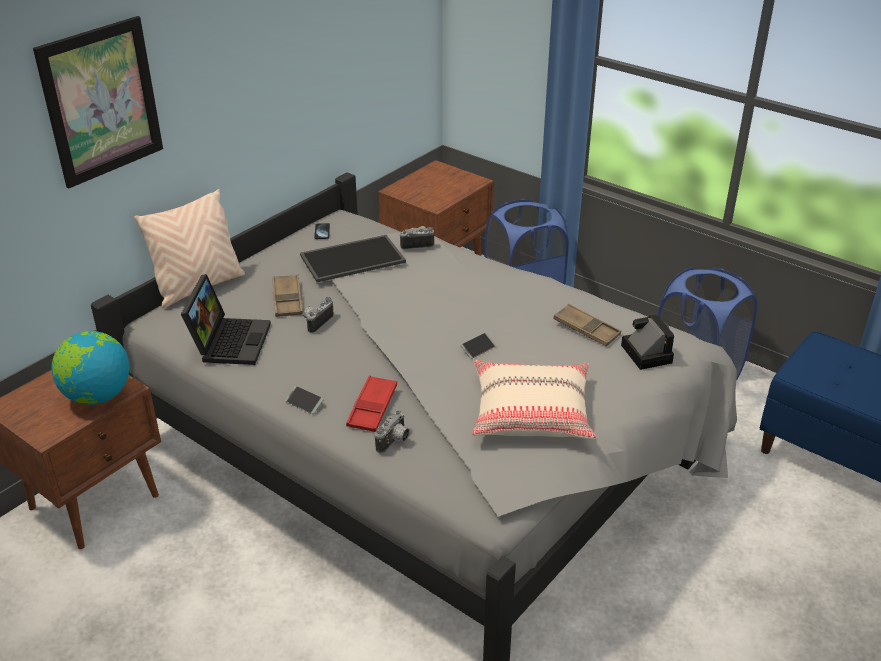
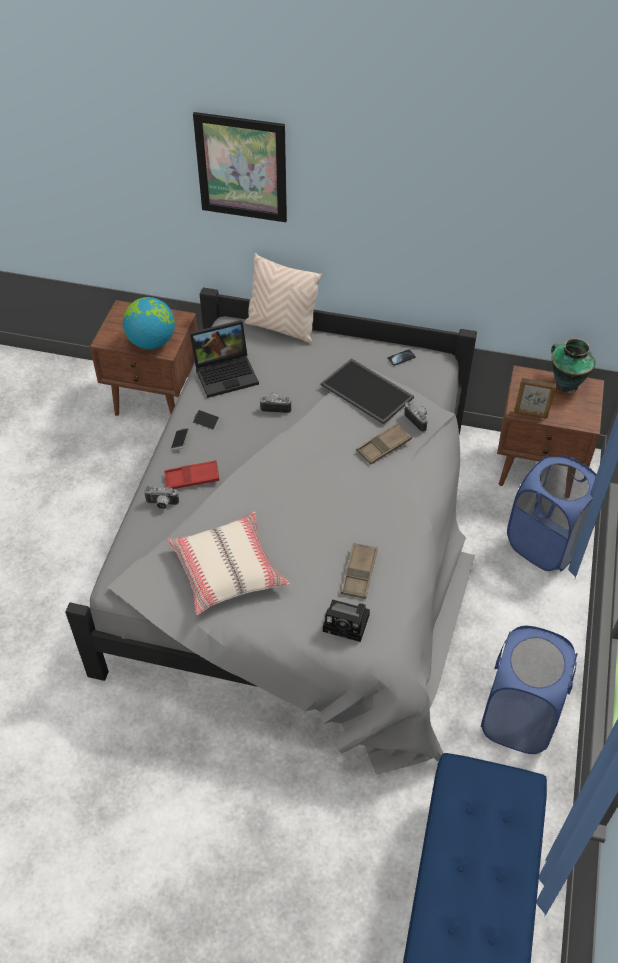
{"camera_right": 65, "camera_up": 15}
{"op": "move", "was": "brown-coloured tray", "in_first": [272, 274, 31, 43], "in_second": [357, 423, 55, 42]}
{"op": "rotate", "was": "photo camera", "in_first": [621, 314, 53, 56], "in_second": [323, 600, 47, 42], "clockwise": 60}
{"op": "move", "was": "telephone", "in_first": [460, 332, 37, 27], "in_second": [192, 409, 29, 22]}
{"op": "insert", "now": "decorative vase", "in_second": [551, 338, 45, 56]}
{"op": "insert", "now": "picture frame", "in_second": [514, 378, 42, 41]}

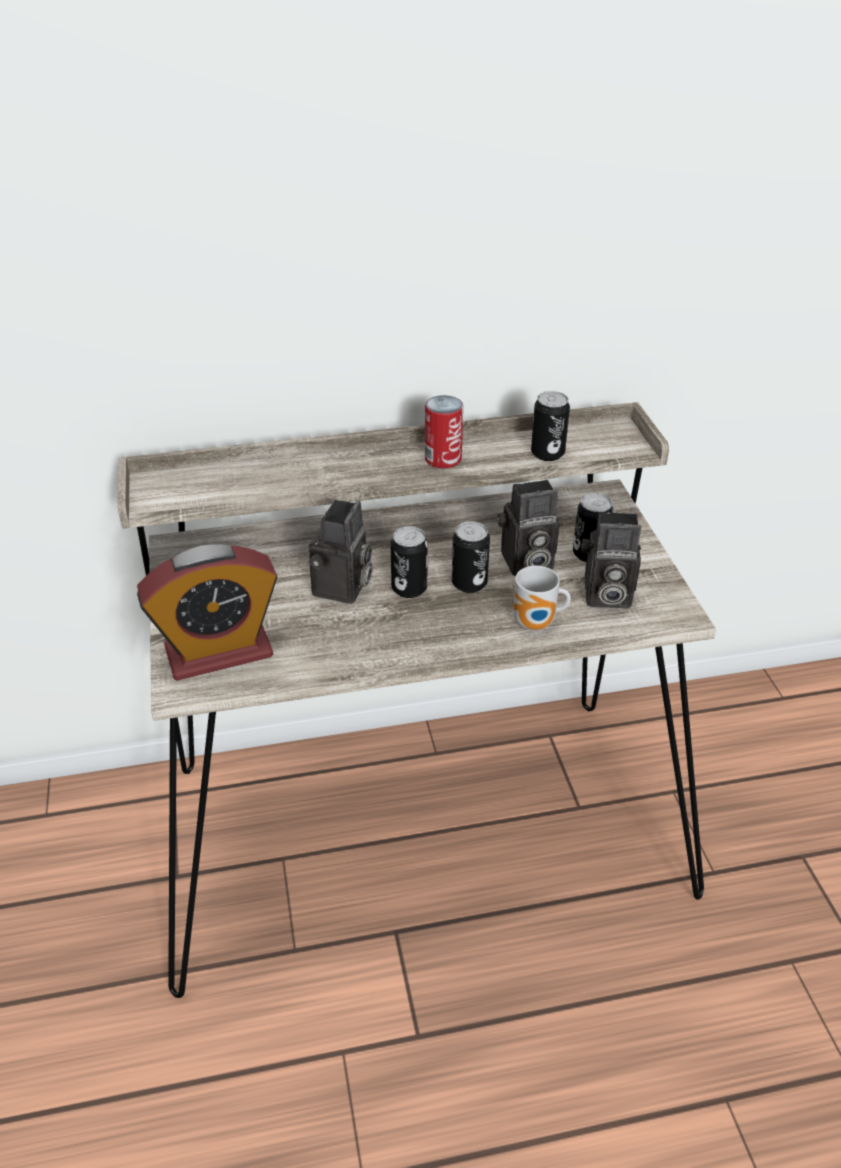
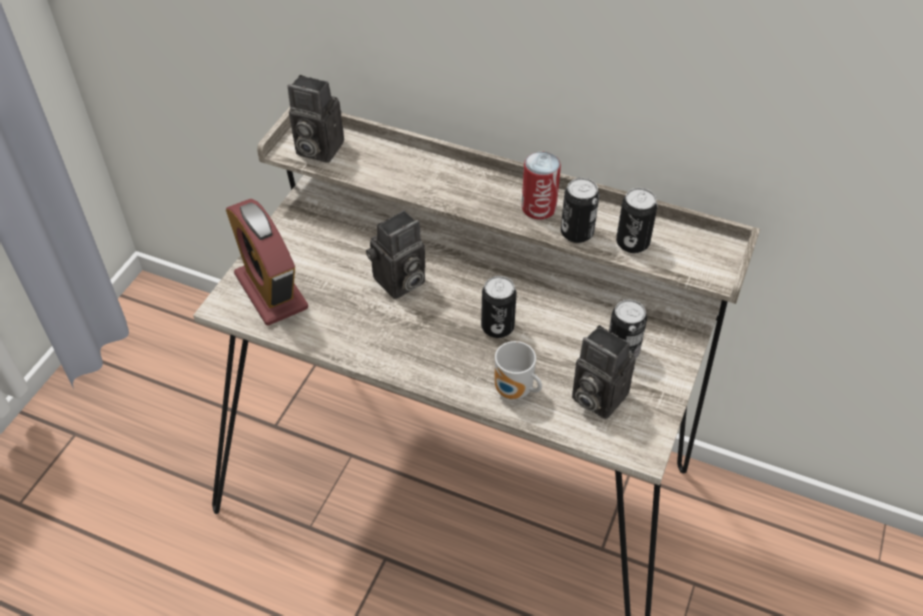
{"camera_right": 35, "camera_up": 10}
{"op": "move", "was": "photo camera", "in_first": [497, 479, 62, 97], "in_second": [288, 75, 56, 88]}
{"op": "move", "was": "can", "in_first": [391, 526, 37, 72], "in_second": [561, 178, 38, 65]}
{"op": "rotate", "was": "alarm clock", "in_first": [137, 544, 141, 137], "in_second": [226, 199, 82, 127], "clockwise": 45}

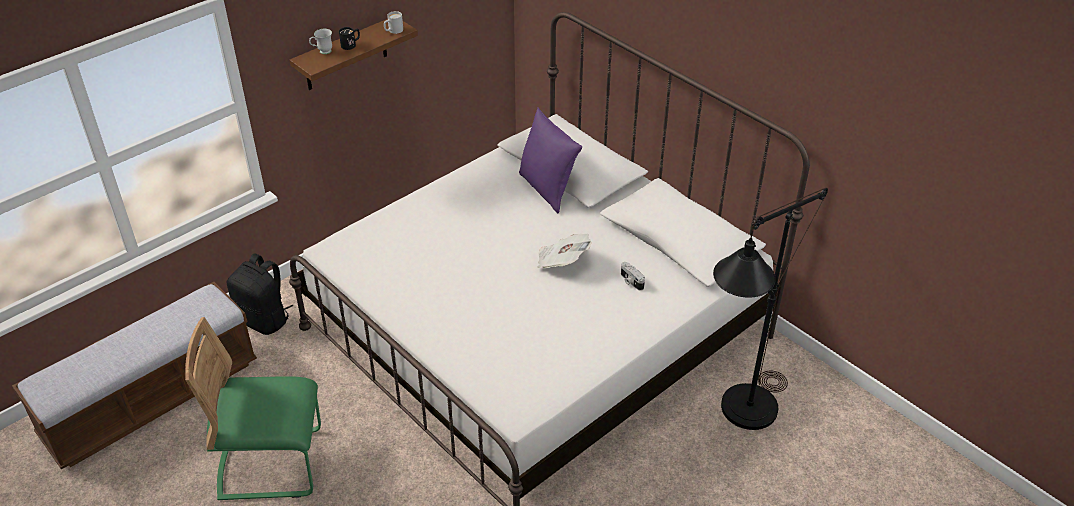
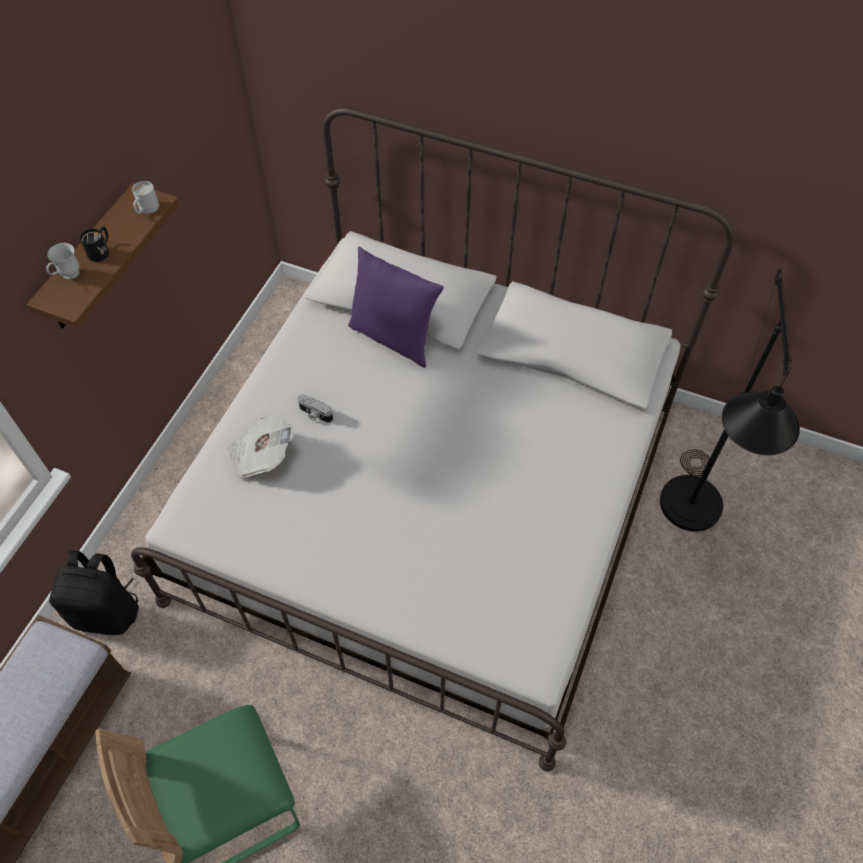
{"camera_right": -25, "camera_up": 15}
{"op": "move", "was": "daily paper", "in_first": [538, 234, 54, 34], "in_second": [228, 414, 66, 64]}
{"op": "move", "was": "photo camera", "in_first": [621, 262, 24, 29], "in_second": [298, 394, 35, 29]}

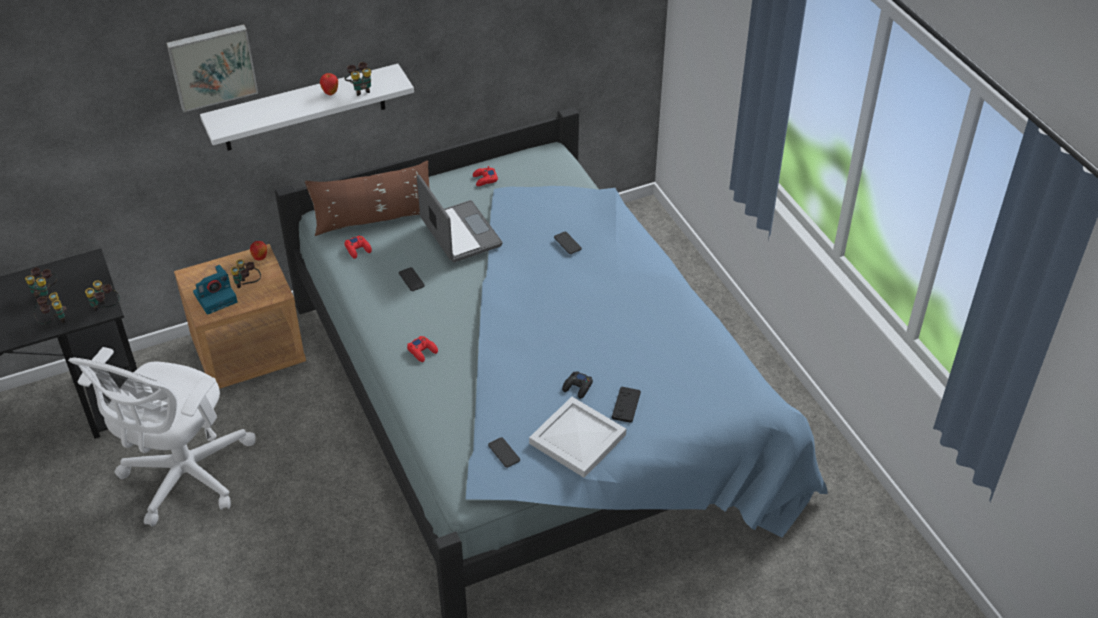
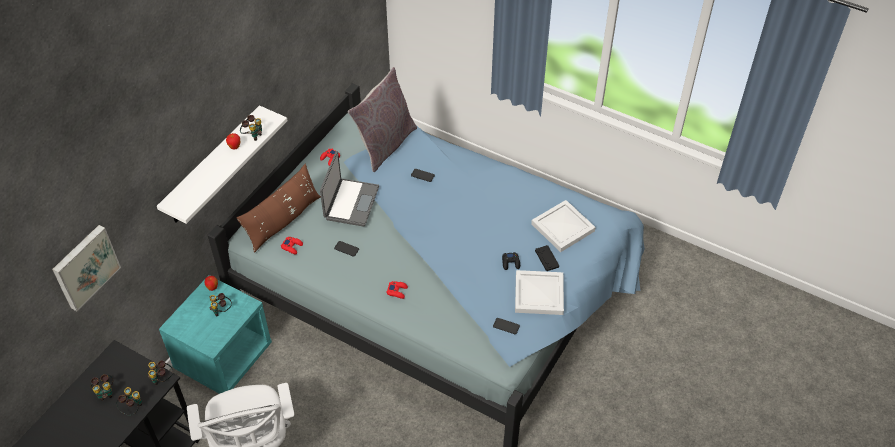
{"camera_right": -35, "camera_up": 5}
{"op": "move", "was": "picture", "in_first": [166, 24, 92, 88], "in_second": [52, 225, 69, 86]}
{"op": "rotate", "was": "notebook computer", "in_first": [417, 175, 85, 87], "in_second": [320, 151, 59, 76], "clockwise": 75}
{"op": "recolor", "was": "brown-coloured nightstand", "now": "turquoise-coloured nightstand", "in_first": [174, 244, 132, 145], "in_second": [159, 275, 113, 119]}
{"op": "delete", "was": "photo camera", "in_first": [193, 265, 44, 50]}
{"op": "insert", "now": "gray cushion", "in_second": [348, 67, 69, 105]}
{"op": "insert", "now": "white-coloured tray", "in_second": [531, 200, 65, 52]}

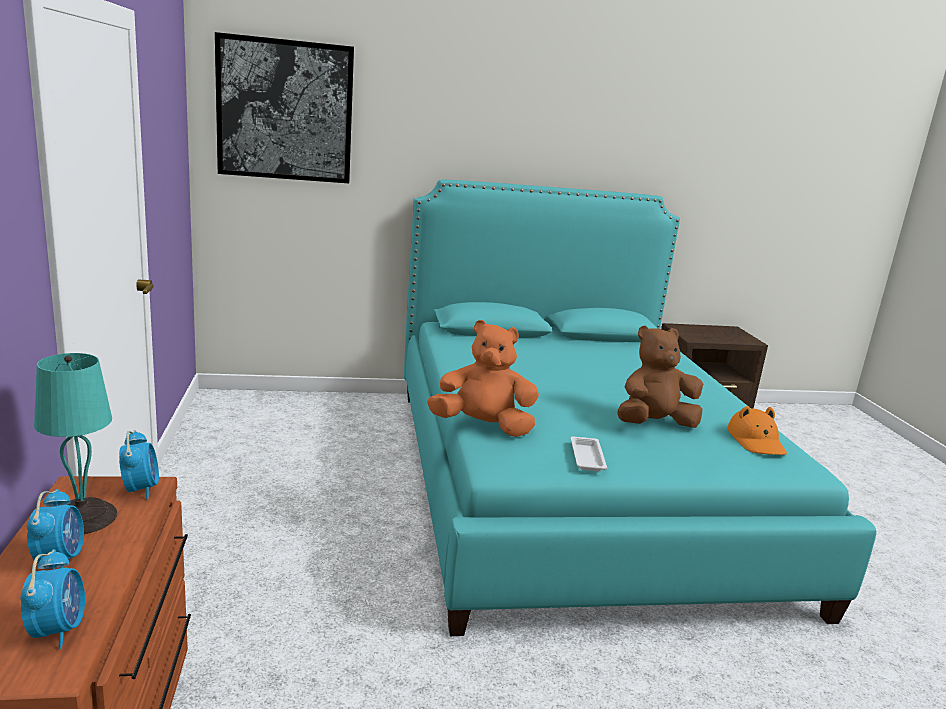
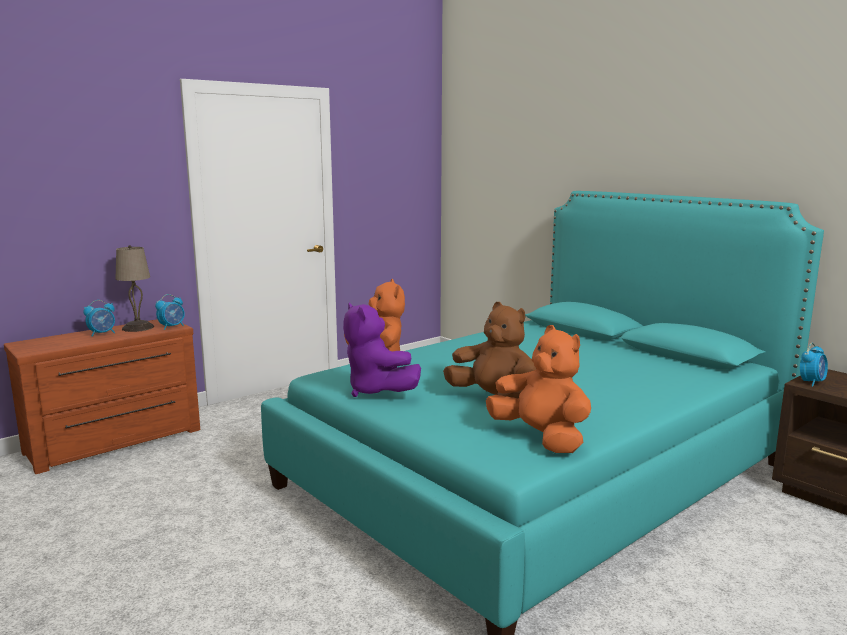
{"camera_right": 60, "camera_up": -5}
{"op": "delete", "was": "picture", "in_first": [215, 32, 139, 151]}
{"op": "recolor", "was": "turquoise-coloured table lamp", "now": "sand-coloured table lamp", "in_first": [34, 353, 84, 181], "in_second": [116, 245, 38, 87]}
{"op": "replace", "was": "orange-coloured clothing hat", "now": "orange-coloured cuddly toy", "in_first": [728, 406, 59, 49], "in_second": [486, 325, 105, 128]}
{"op": "replace", "was": "white-coloured tray", "now": "purple-coloured cuddly toy", "in_first": [571, 436, 36, 35], "in_second": [343, 303, 78, 94]}
{"op": "move", "was": "alarm clock", "in_first": [21, 549, 64, 100], "in_second": [800, 343, 28, 44]}

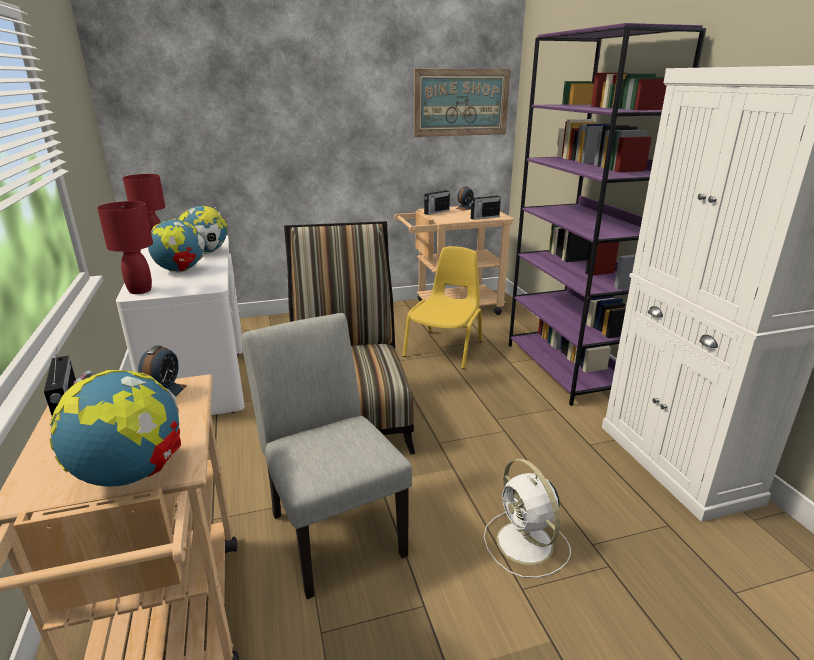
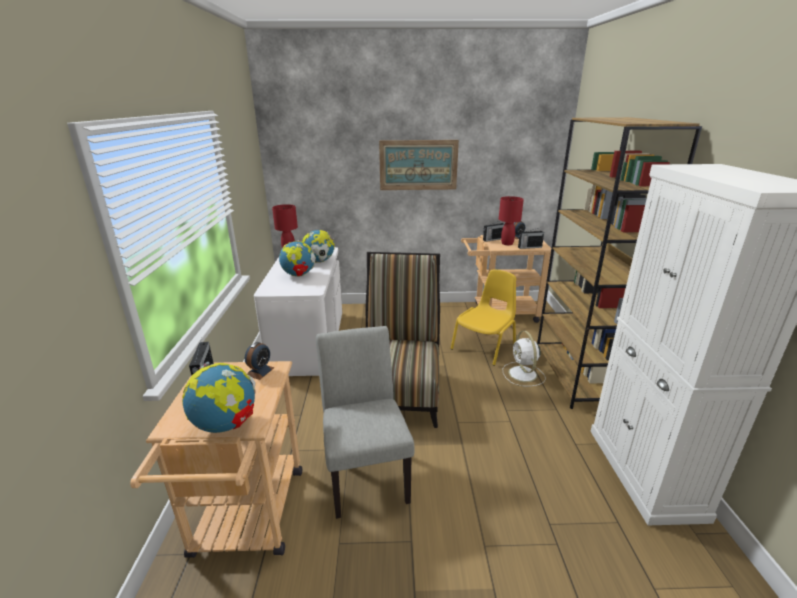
{"camera_right": 15, "camera_up": 0}
{"op": "recolor", "was": "purple-coloured bookshelf", "now": "brown-coloured bookshelf", "in_first": [509, 23, 197, 383], "in_second": [537, 117, 165, 292]}
{"op": "move", "was": "picture", "in_first": [414, 69, 97, 68], "in_second": [379, 140, 80, 50]}
{"op": "move", "was": "reddish table lamp", "in_first": [97, 201, 56, 93], "in_second": [499, 196, 25, 49]}
{"op": "move", "was": "white-coloured electric fan", "in_first": [484, 459, 87, 119], "in_second": [503, 331, 43, 55]}

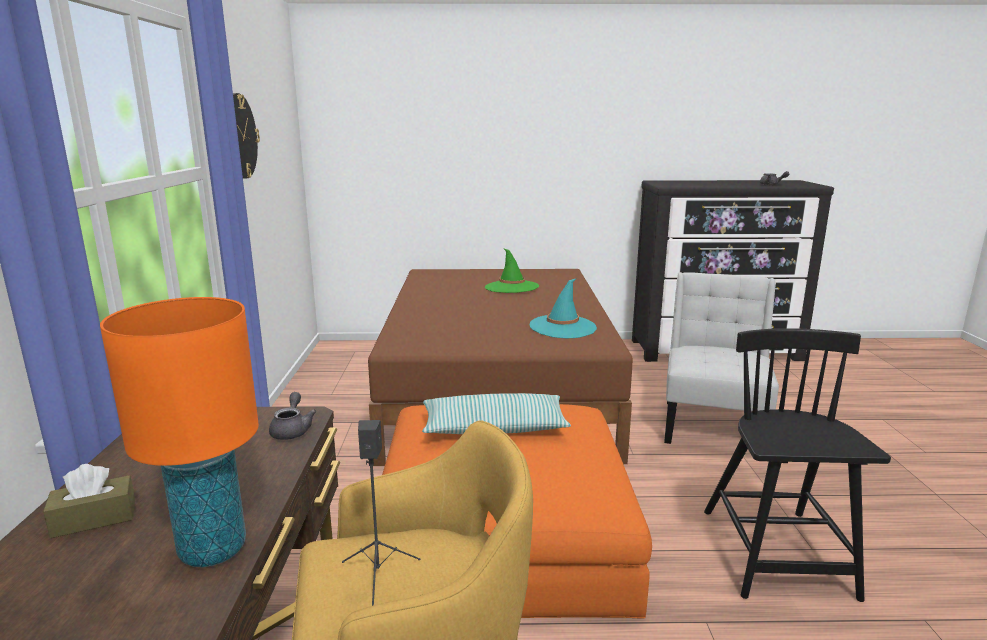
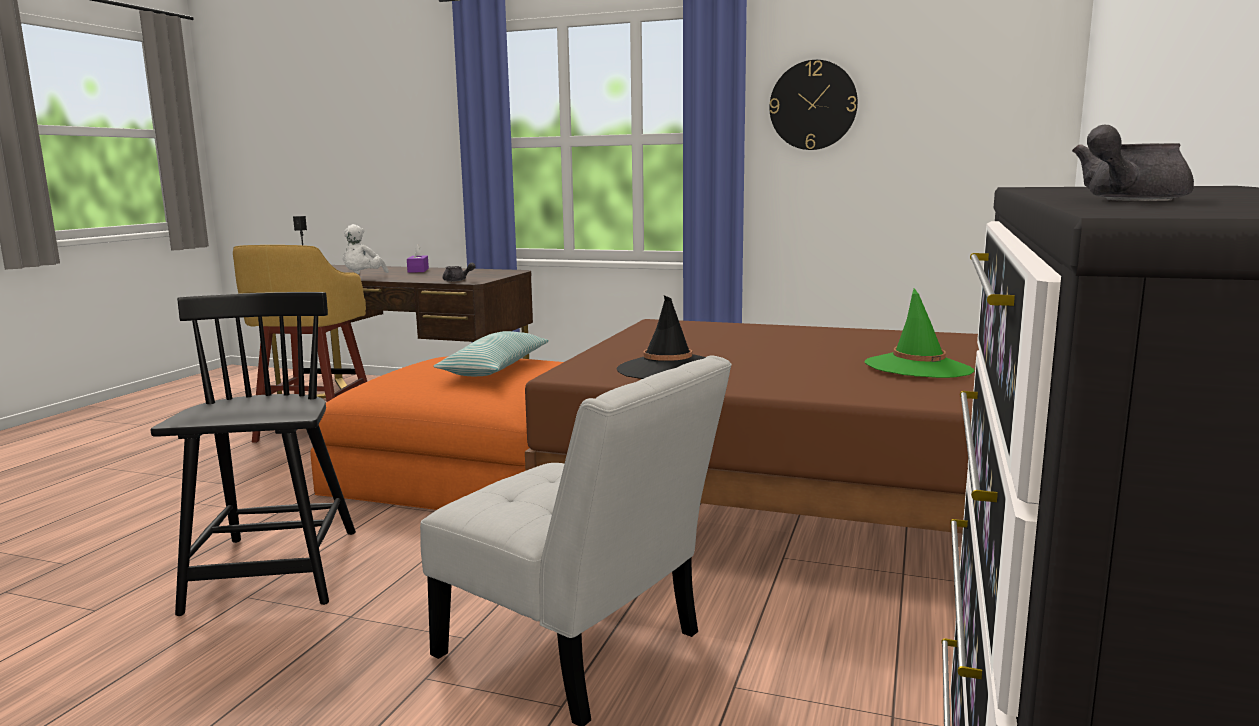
{"camera_right": 110, "camera_up": -5}
{"op": "recolor", "was": "turquoise-coloured clothing hat", "now": "black clothing hat", "in_first": [529, 278, 68, 60], "in_second": [616, 295, 90, 84]}
{"op": "replace", "was": "orange-coloured table lamp", "now": "white-coloured cuddly toy", "in_first": [100, 297, 159, 270], "in_second": [342, 224, 47, 50]}
{"op": "rotate", "was": "black chair", "in_first": [704, 328, 187, 274], "in_second": [151, 292, 205, 324], "clockwise": -120}
{"op": "recolor", "was": "brown-coloured tissue holder", "now": "purple-coloured tissue holder", "in_first": [43, 464, 92, 74], "in_second": [407, 244, 22, 29]}

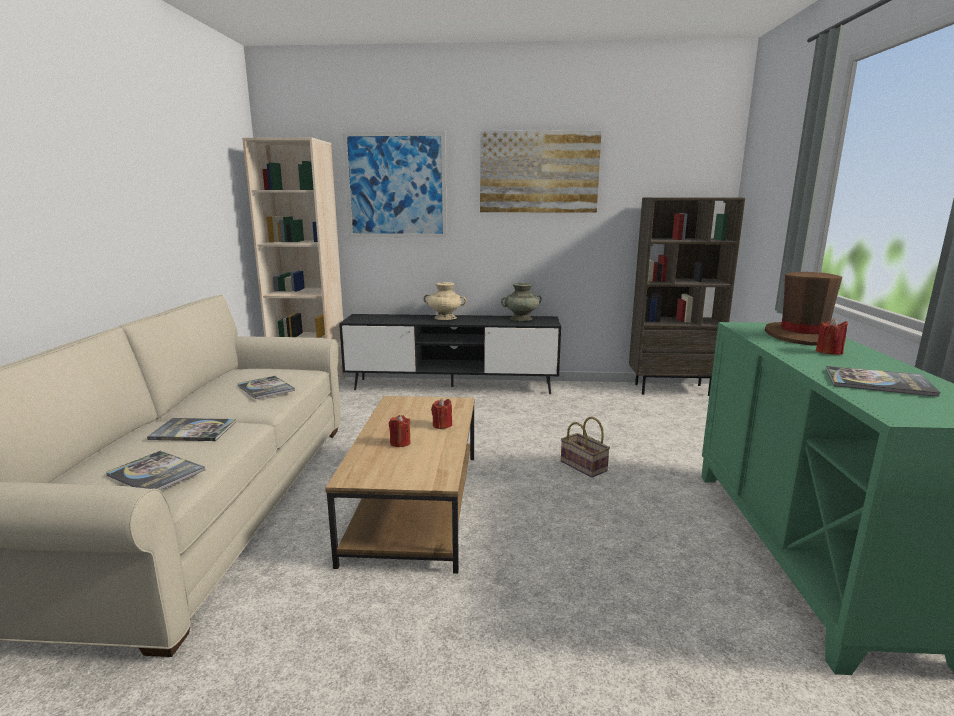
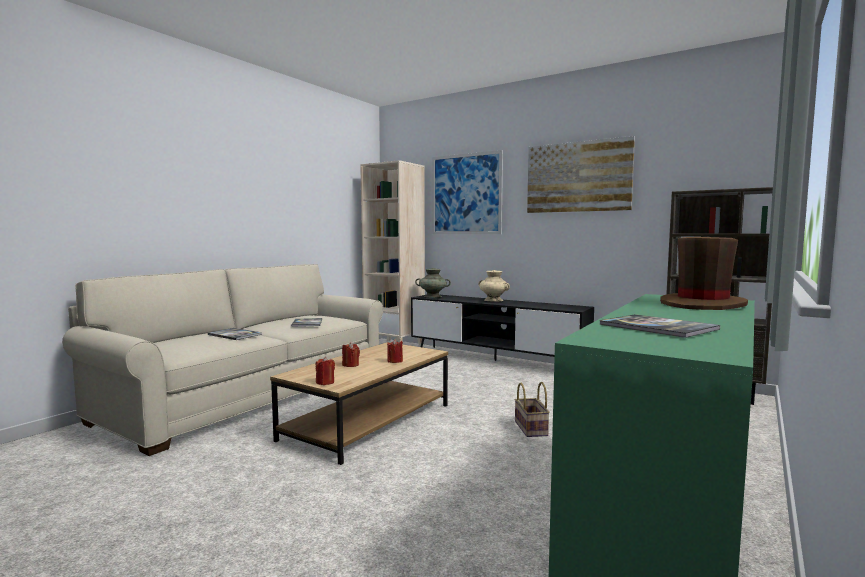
{"camera_right": 30, "camera_up": -10}
{"op": "move", "was": "turquoise-coloured decorative vase", "in_first": [501, 283, 41, 38], "in_second": [415, 268, 36, 30]}
{"op": "move", "was": "reddish wax light", "in_first": [816, 318, 32, 37], "in_second": [316, 357, 19, 28]}
{"op": "delete", "was": "book", "in_first": [106, 451, 99, 39]}

